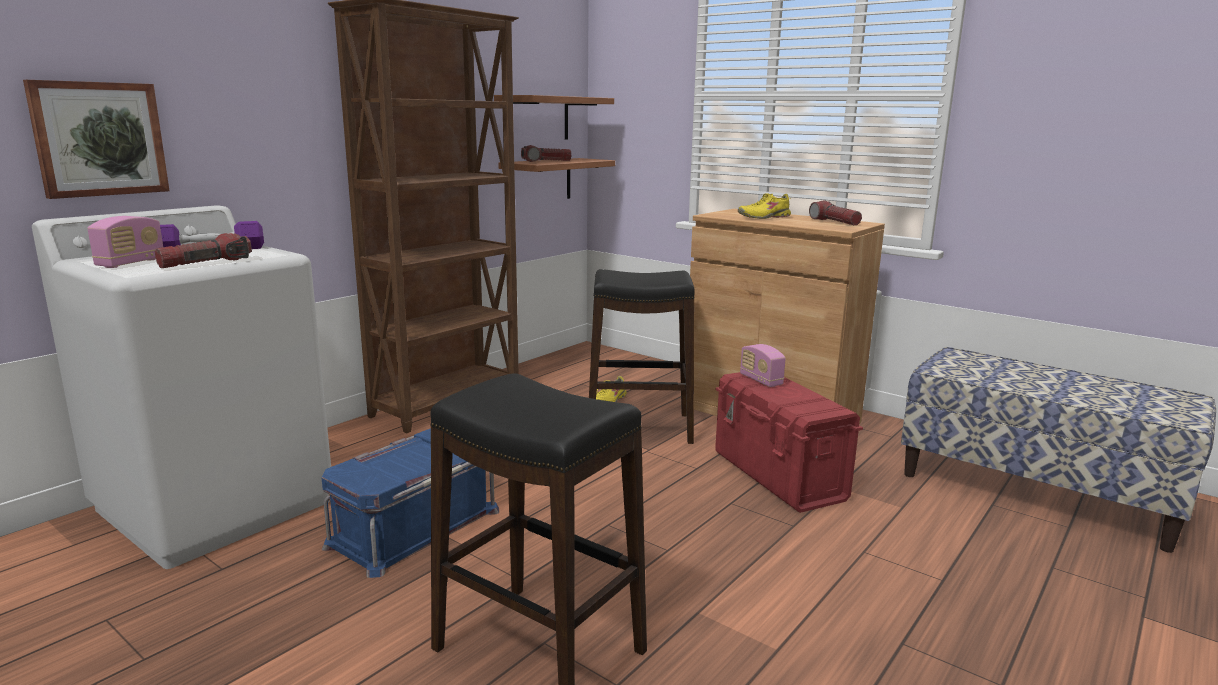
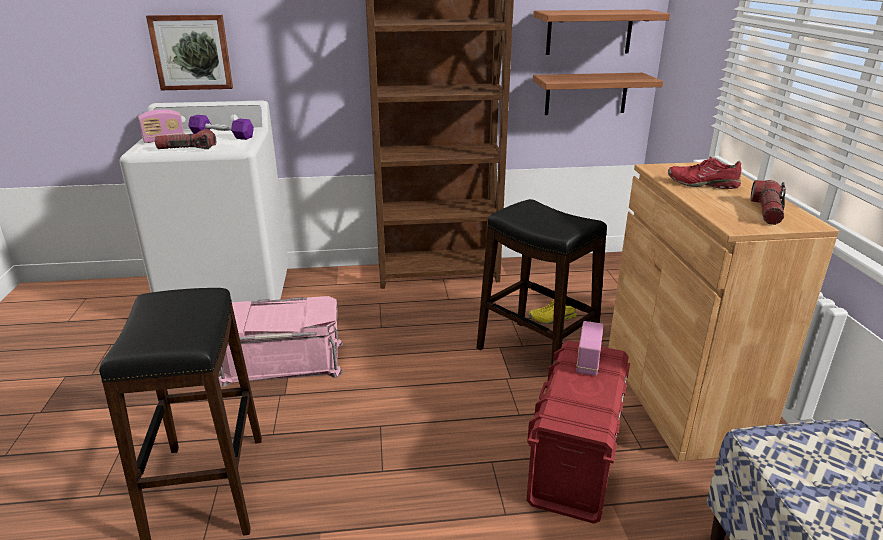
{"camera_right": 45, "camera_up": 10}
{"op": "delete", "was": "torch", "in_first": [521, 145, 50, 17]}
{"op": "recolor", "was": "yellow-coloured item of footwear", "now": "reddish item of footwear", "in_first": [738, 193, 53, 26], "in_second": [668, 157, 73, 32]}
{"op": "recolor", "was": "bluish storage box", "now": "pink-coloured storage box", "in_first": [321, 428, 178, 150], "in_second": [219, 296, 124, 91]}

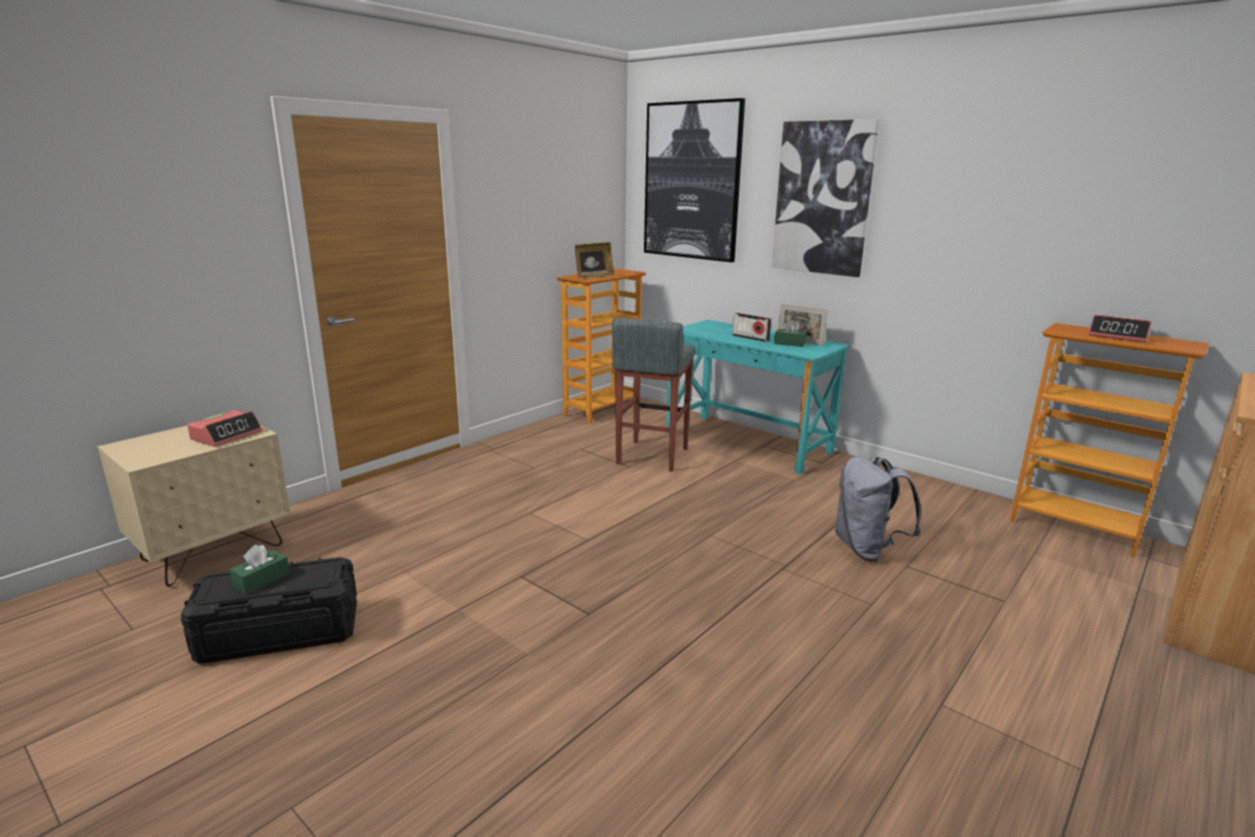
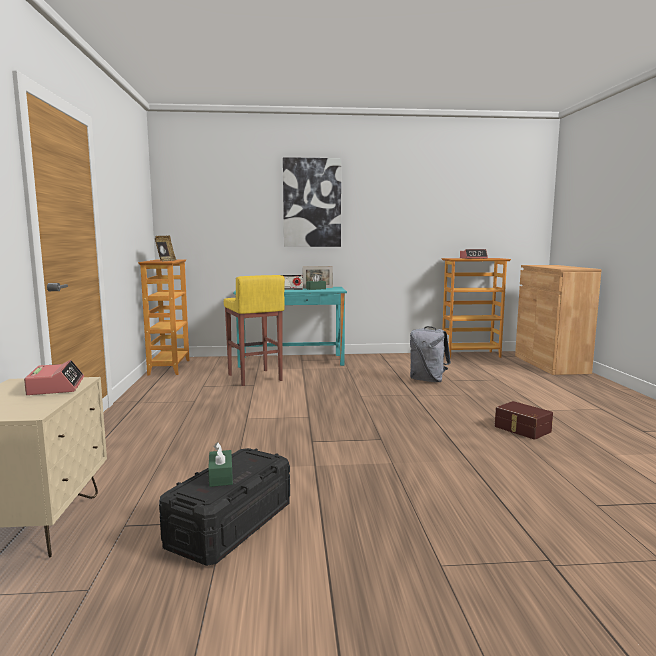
{"camera_right": -45, "camera_up": -10}
{"op": "delete", "was": "picture", "in_first": [644, 98, 101, 164]}
{"op": "recolor", "was": "gray sitting stool", "now": "yellow-coloured sitting stool", "in_first": [612, 318, 83, 154], "in_second": [224, 275, 61, 111]}
{"op": "insert", "now": "brown-coloured storage box", "in_second": [495, 401, 58, 39]}

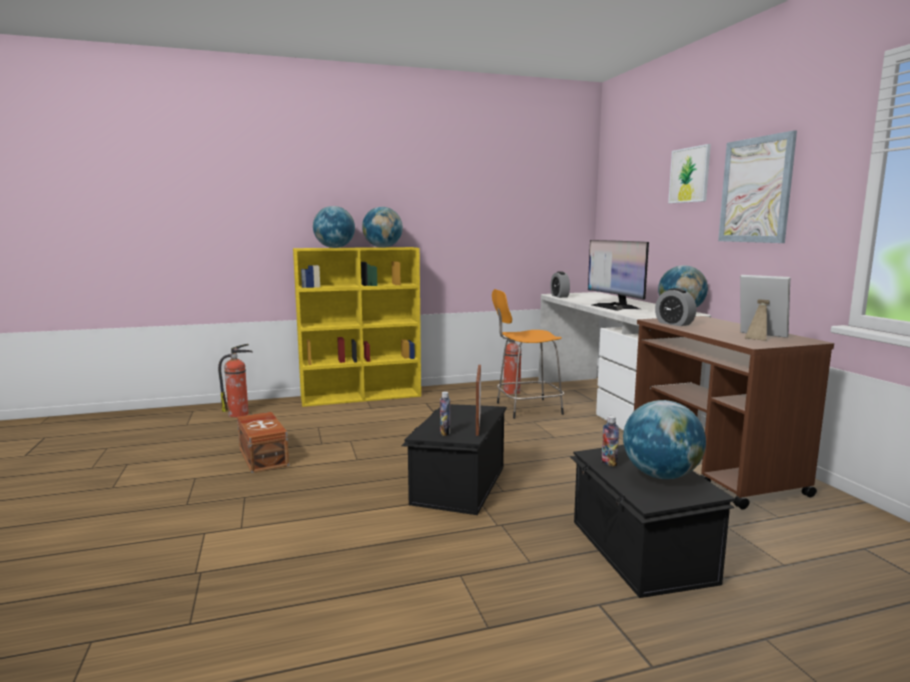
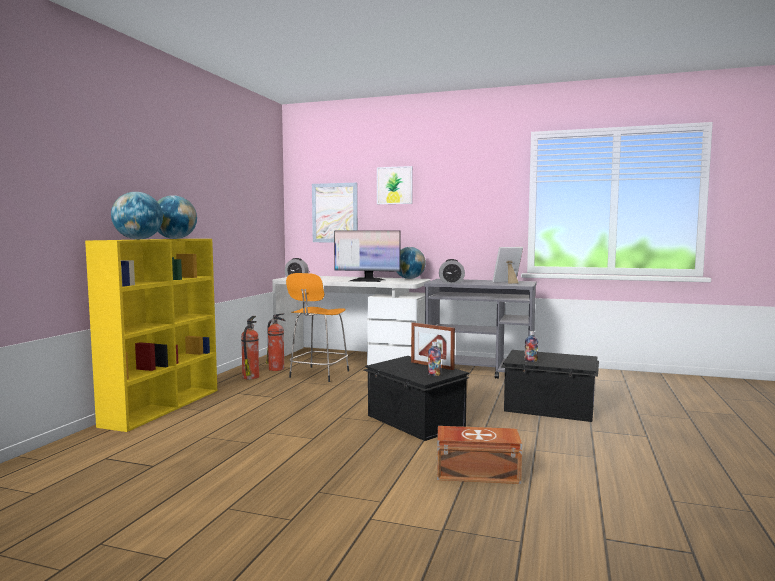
{"camera_right": -55, "camera_up": -5}
{"op": "move", "was": "picture", "in_first": [718, 130, 79, 113], "in_second": [312, 183, 46, 59]}
{"op": "recolor", "was": "brown-coloured cart", "now": "gray cart", "in_first": [634, 316, 200, 194], "in_second": [424, 279, 113, 100]}
{"op": "move", "was": "fire extinguisher", "in_first": [218, 344, 35, 74], "in_second": [241, 316, 18, 63]}
{"op": "delete", "was": "globe", "in_first": [623, 400, 83, 79]}
{"op": "move", "was": "brown-coloured storage box", "in_first": [237, 412, 52, 61], "in_second": [437, 426, 85, 58]}

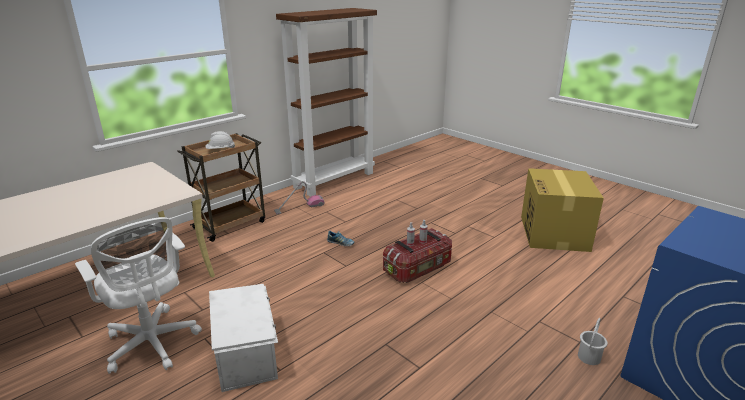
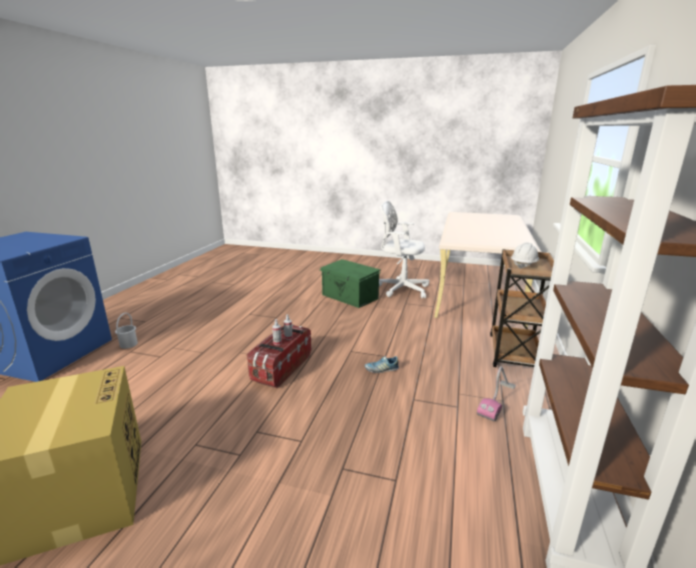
{"camera_right": 150, "camera_up": -5}
{"op": "recolor", "was": "white-coloured storage box", "now": "green-coloured storage box", "in_first": [209, 284, 69, 108], "in_second": [320, 259, 61, 49]}

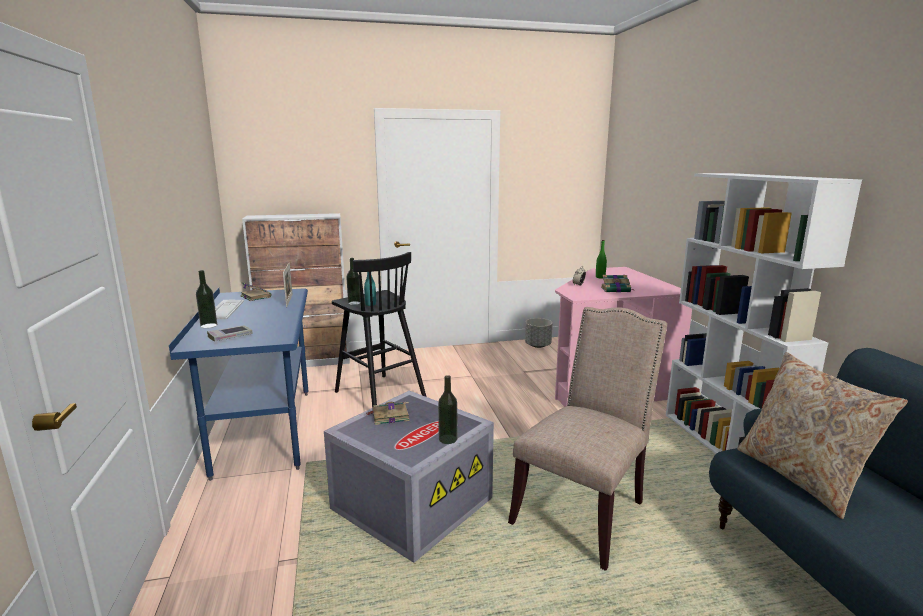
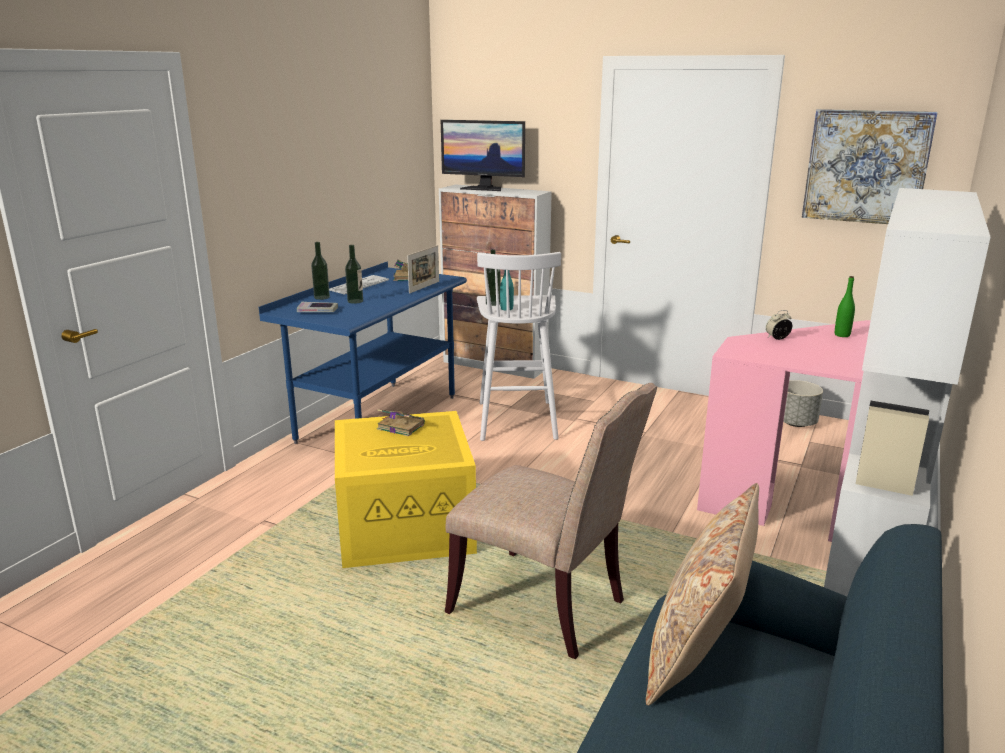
{"camera_right": 40, "camera_up": 5}
{"op": "recolor", "was": "black sitting stool", "now": "white-coloured sitting stool", "in_first": [332, 252, 95, 153], "in_second": [477, 252, 84, 189]}
{"op": "delete", "was": "book", "in_first": [601, 275, 33, 17]}
{"op": "rotate", "was": "sand-coloured chair", "in_first": [508, 307, 159, 264], "in_second": [445, 383, 212, 276], "clockwise": 45}
{"op": "move", "was": "drink bottle", "in_first": [438, 375, 19, 69], "in_second": [345, 245, 18, 59]}
{"op": "recolor", "was": "gray storage box", "now": "yellow-coloured storage box", "in_first": [324, 391, 170, 172], "in_second": [335, 411, 142, 157]}
{"op": "insert", "now": "picture", "in_second": [802, 109, 136, 115]}
{"op": "insert", "now": "computer display", "in_second": [441, 120, 84, 71]}

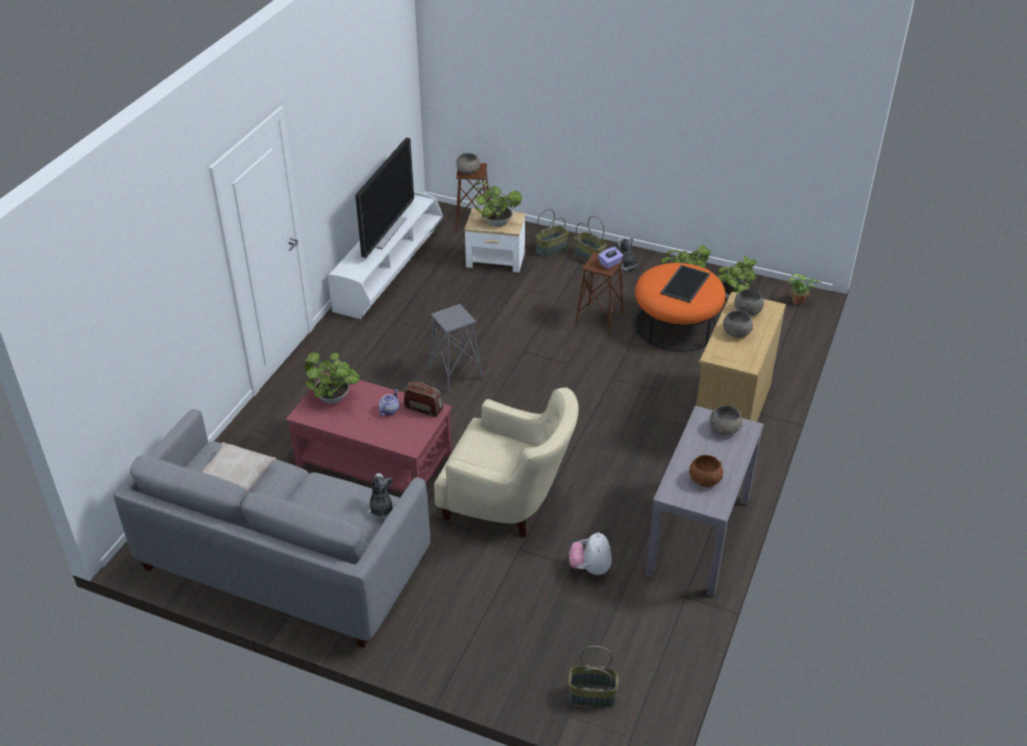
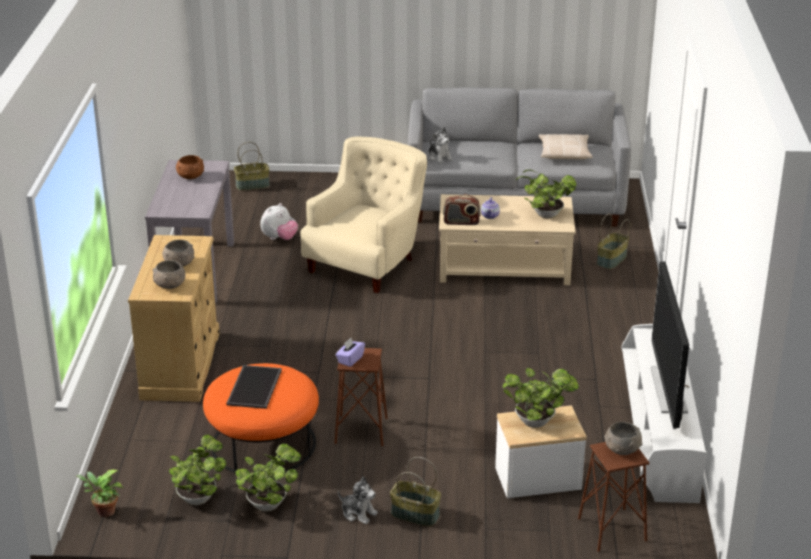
{"camera_right": 160, "camera_up": -10}
{"op": "move", "was": "storage basket", "in_first": [535, 209, 33, 48], "in_second": [597, 214, 33, 55]}
{"op": "delete", "was": "gray sitting stool", "in_first": [430, 304, 53, 88]}
{"op": "recolor", "was": "reddish lounge table", "now": "sand-coloured lounge table", "in_first": [286, 372, 166, 121], "in_second": [439, 194, 137, 91]}
{"op": "rotate", "was": "sand-coloured lounge chair", "in_first": [434, 387, 145, 151], "in_second": [300, 136, 127, 157], "clockwise": 120}
{"op": "delete", "was": "gray serving bowl", "in_first": [709, 405, 34, 30]}
{"op": "rotate", "was": "cuddly toy", "in_first": [569, 532, 43, 43], "in_second": [261, 203, 37, 37], "clockwise": 60}

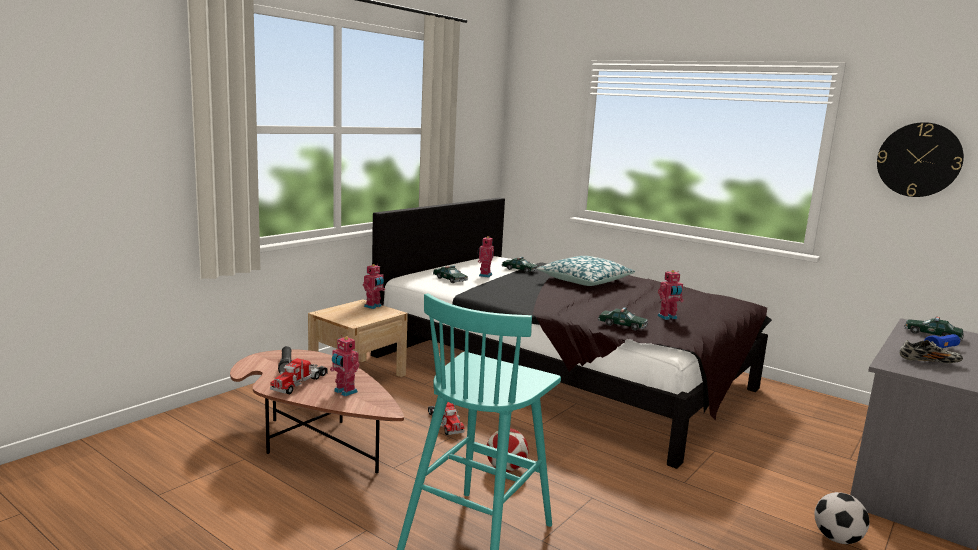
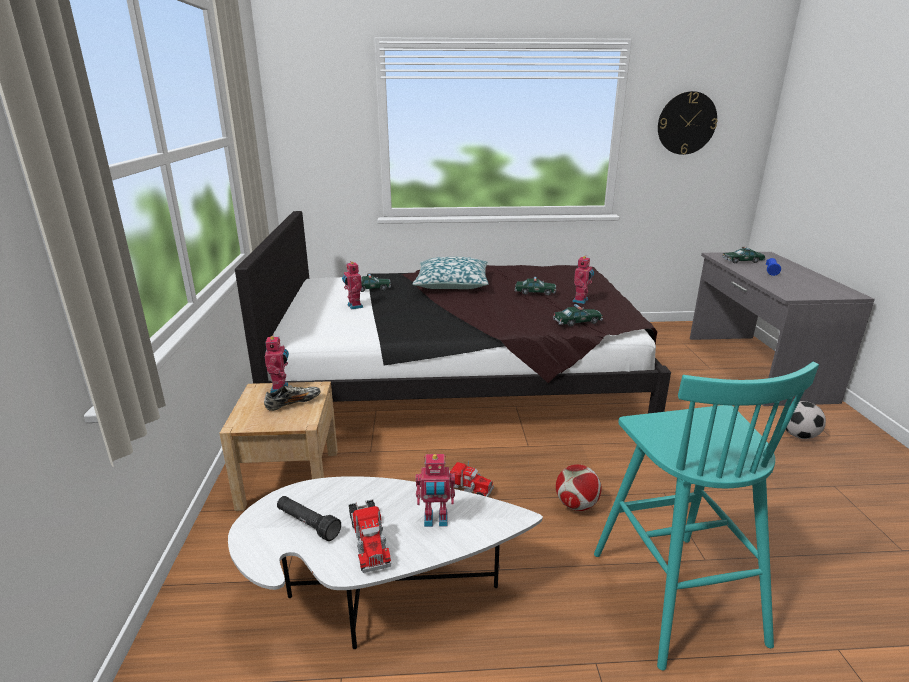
{"camera_right": -40, "camera_up": 10}
{"op": "move", "was": "model car", "in_first": [433, 265, 35, 18], "in_second": [515, 277, 41, 18]}
{"op": "move", "was": "item of footwear", "in_first": [899, 340, 64, 23], "in_second": [264, 385, 56, 26]}
{"op": "recolor", "was": "brown-coloured lounge table", "now": "white-coloured lounge table", "in_first": [230, 349, 174, 124], "in_second": [228, 476, 315, 173]}

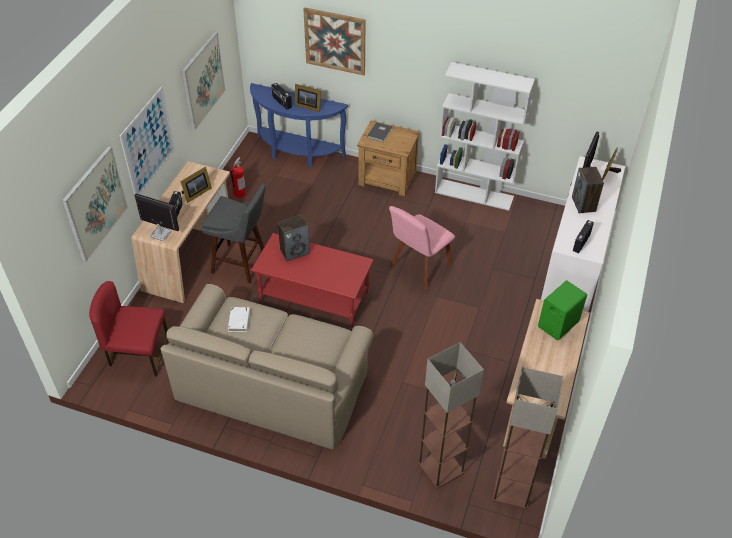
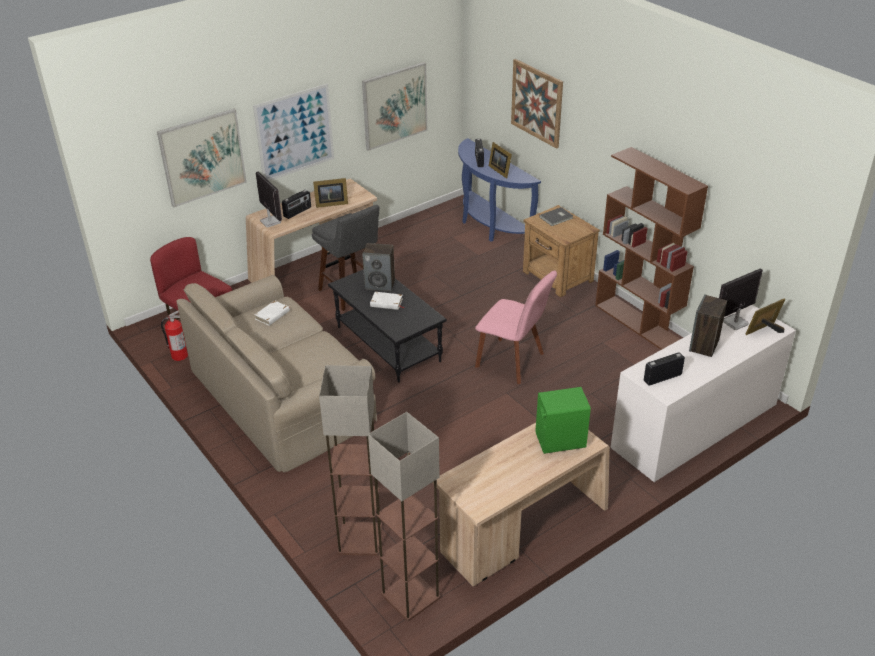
{"camera_right": 35, "camera_up": -10}
{"op": "recolor", "was": "white-coloured bookshelf", "now": "brown-coloured bookshelf", "in_first": [435, 62, 100, 149], "in_second": [595, 147, 113, 203]}
{"op": "move", "was": "fire extinguisher", "in_first": [230, 157, 16, 41], "in_second": [161, 311, 27, 50]}
{"op": "rotate", "was": "pink-coloured chair", "in_first": [389, 206, 66, 83], "in_second": [475, 270, 82, 114], "clockwise": -135}
{"op": "recolor", "was": "reddish lounge table", "now": "black lounge table", "in_first": [251, 233, 123, 93], "in_second": [328, 270, 119, 112]}
{"op": "insert", "now": "white-coloured book", "in_second": [370, 292, 35, 18]}

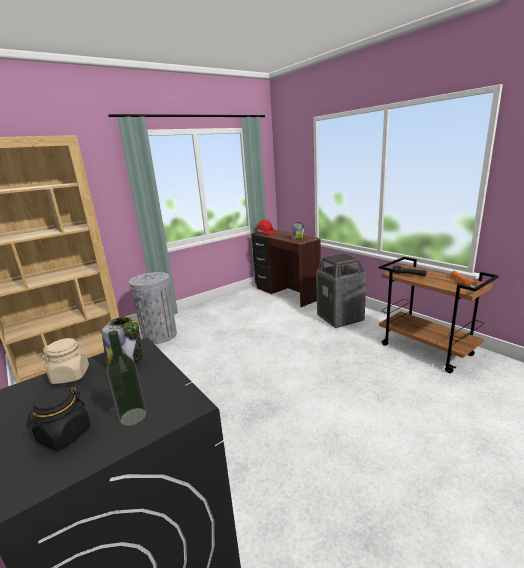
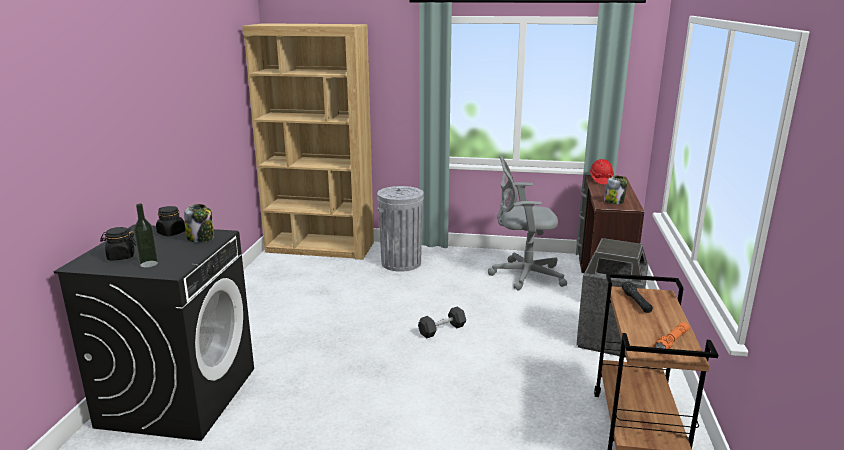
{"camera_right": 45, "camera_up": 0}
{"op": "recolor", "was": "sand-coloured storage jar", "now": "black storage jar", "in_first": [42, 338, 47, 46], "in_second": [156, 206, 30, 30]}
{"op": "insert", "now": "gray office chair", "in_second": [488, 156, 79, 134]}
{"op": "insert", "now": "black hand weight", "in_second": [418, 306, 48, 32]}

